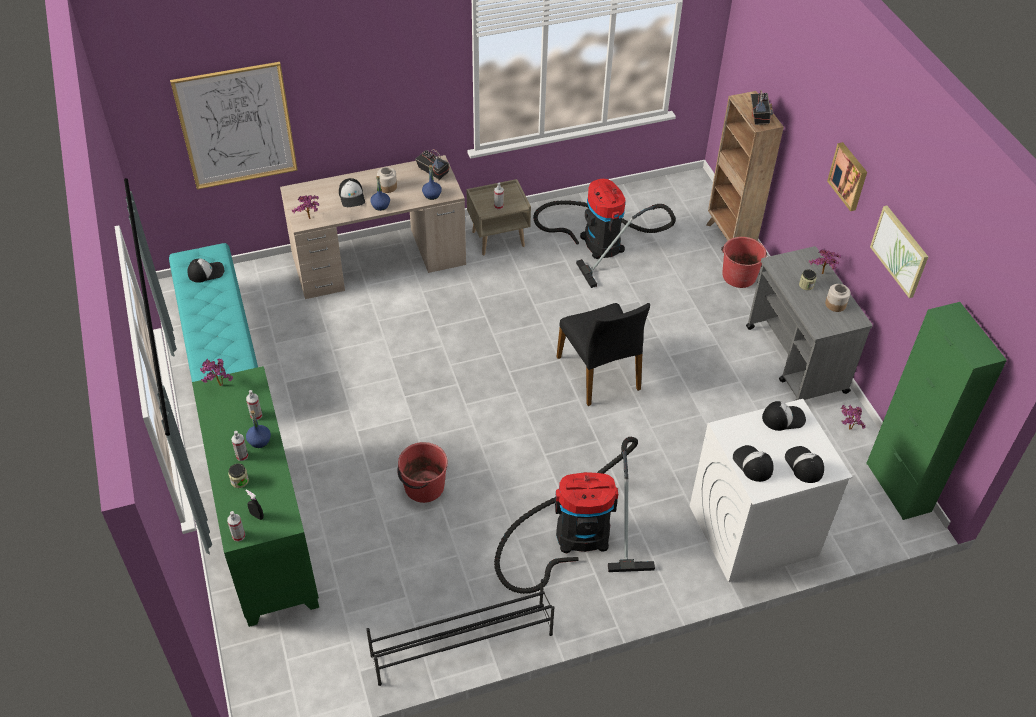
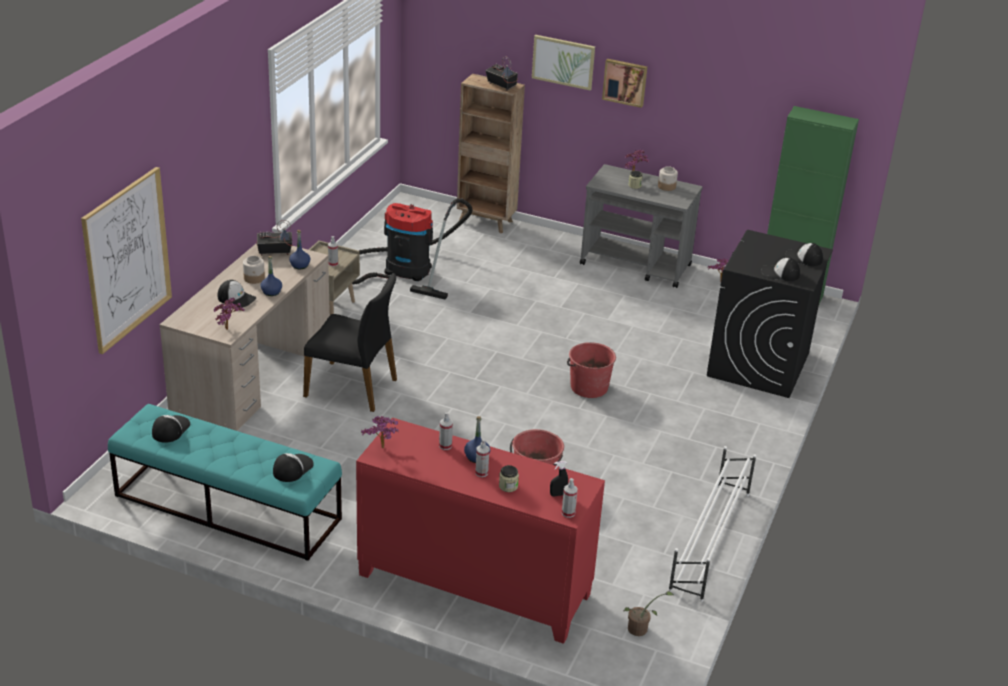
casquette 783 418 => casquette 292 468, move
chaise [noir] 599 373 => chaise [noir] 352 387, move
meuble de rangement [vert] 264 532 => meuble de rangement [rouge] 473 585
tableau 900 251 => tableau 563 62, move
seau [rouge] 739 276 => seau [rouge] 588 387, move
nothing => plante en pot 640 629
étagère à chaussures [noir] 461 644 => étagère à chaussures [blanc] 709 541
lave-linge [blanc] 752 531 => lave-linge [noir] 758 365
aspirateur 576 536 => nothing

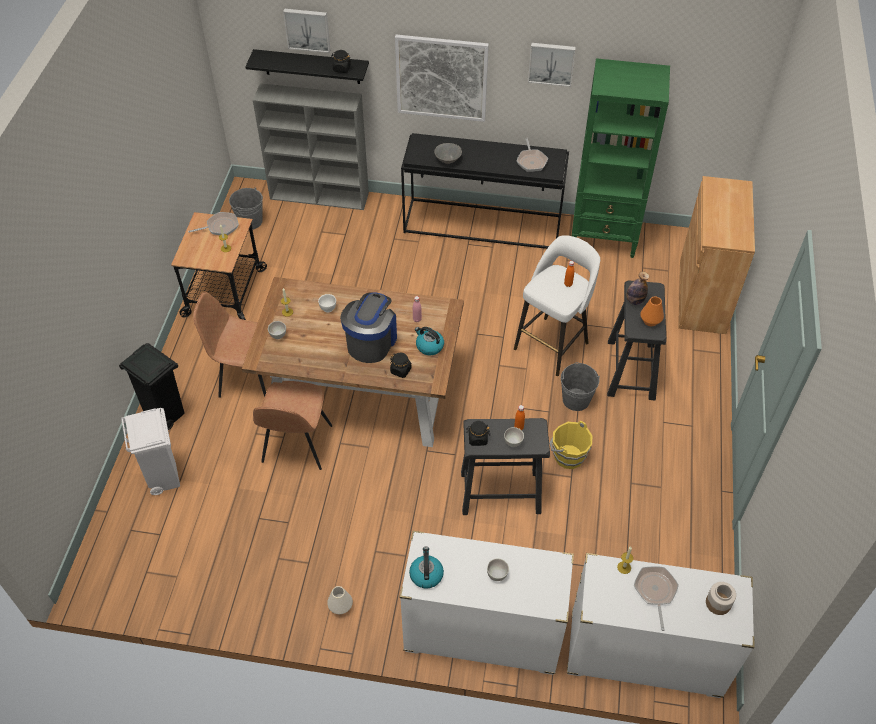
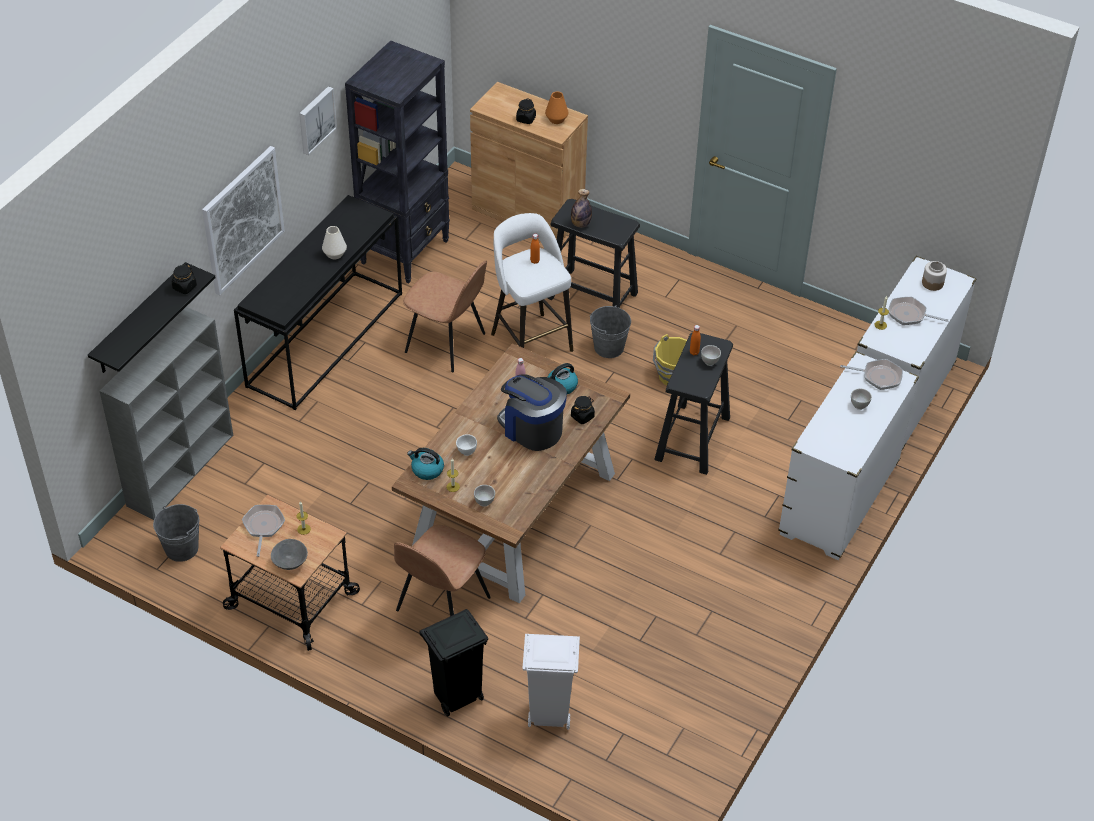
bol [gris] 448 160 => bol [gris] 290 562, move
vase [blanc] 340 606 => vase [blanc] 335 254, move
bibliothèque [vert] 604 237 => bibliothèque [noir] 405 251
chaise [marron] 296 445 => chaise [marron] 447 344, move
bouilloire 426 574 => bouilloire 427 470, move
bocal [noir] 477 439 => bocal [noir] 526 119, move
vase [orange] 650 320 => vase [orange] 556 119, move
poêle 531 161 => poêle 878 376, move
tableau 307 29 => nothing

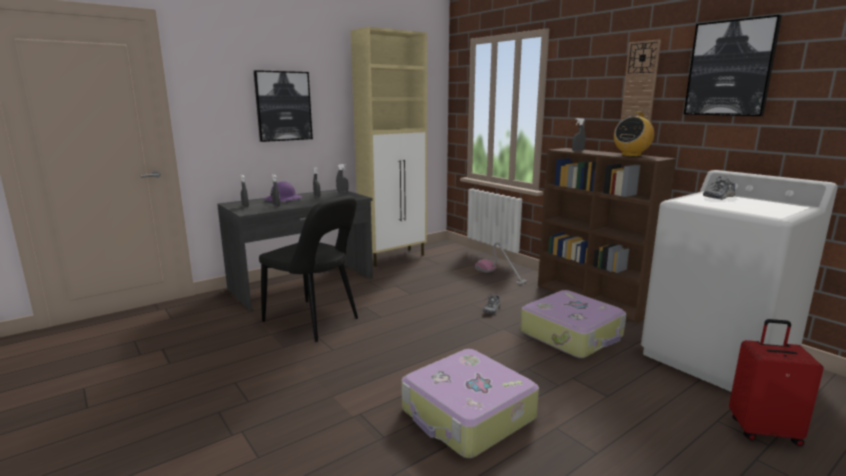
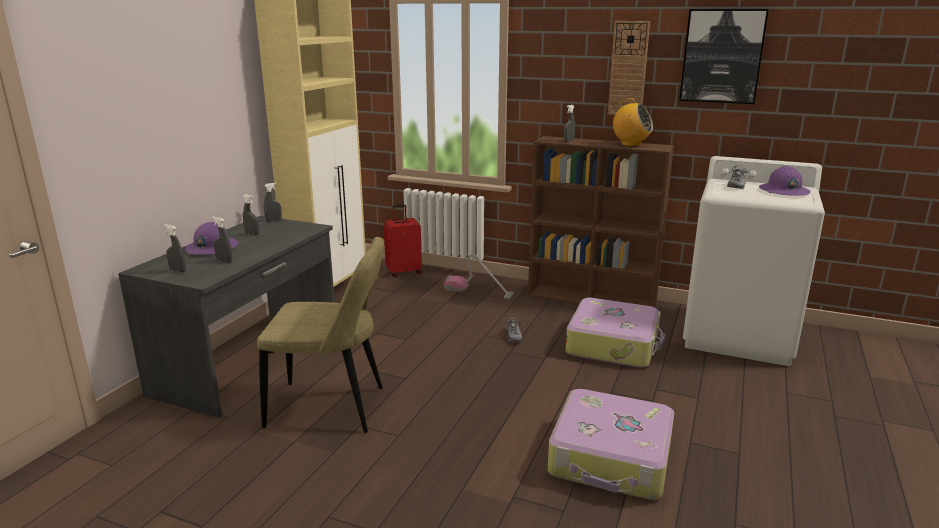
chaise [noir] 314 321 => chaise [beige] 332 408
valise [rouge] 763 430 => valise [rouge] 404 272, move
radio 631 155 => radio 630 144, 75 degrees counterclockwise
nothing => casque de chantier [violet] 783 191
tableau 283 106 => nothing

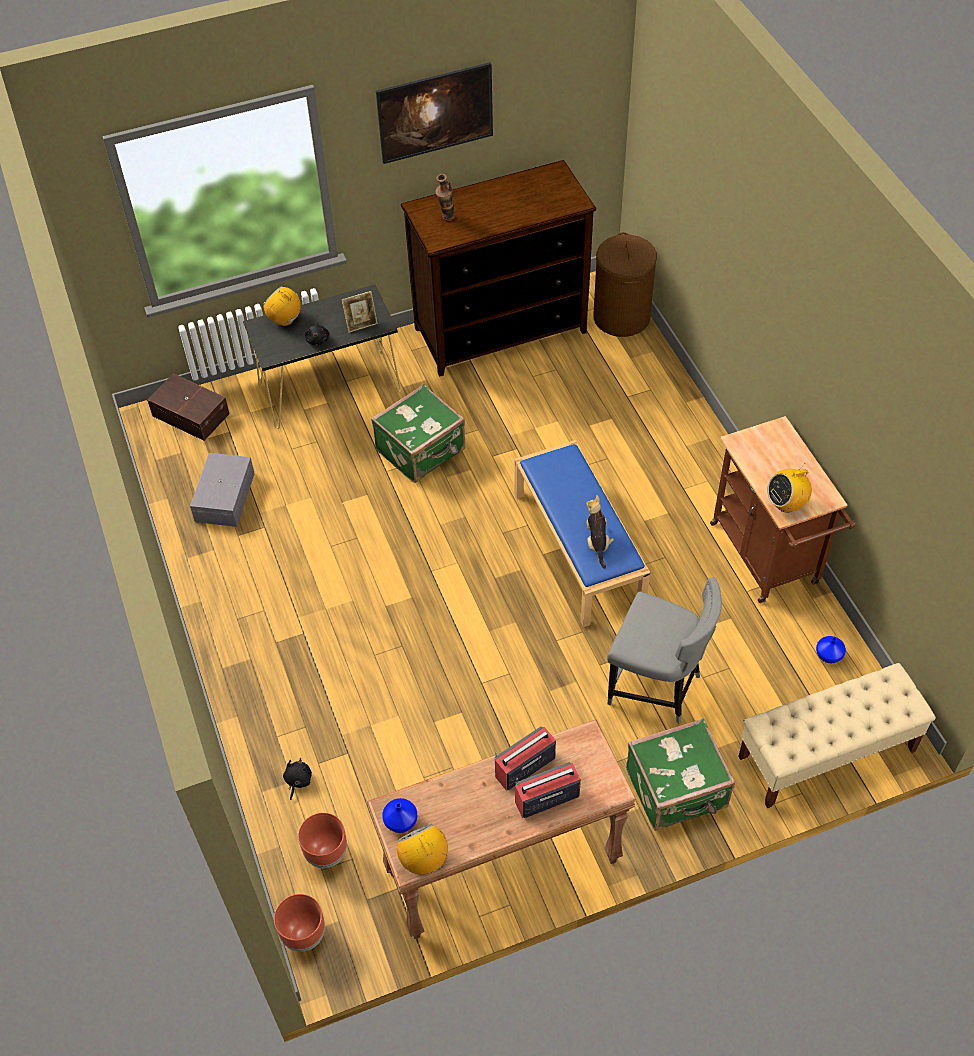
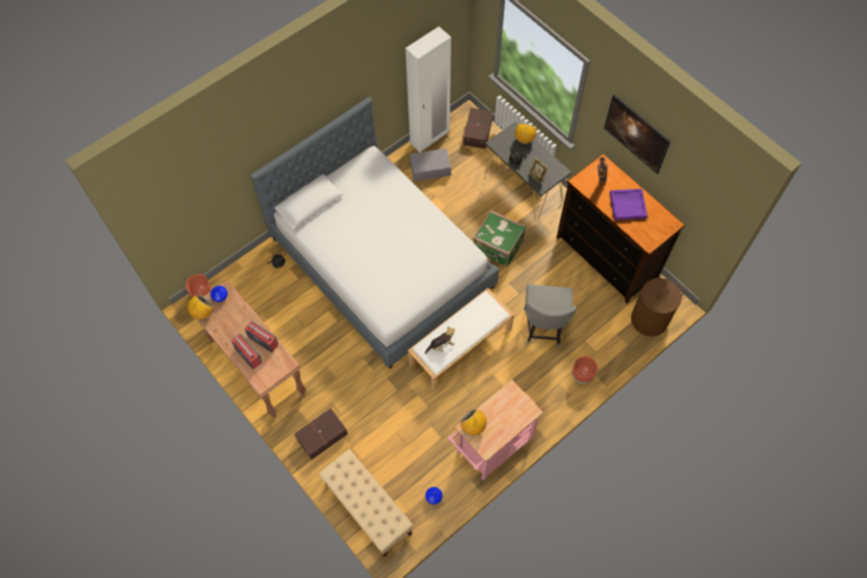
nothing => lit 382 262
valise [vert] 677 790 => boîte de rangement [marron] 322 436
nothing => armoire [blanc] 430 138
banc [bleu] 577 547 => banc [blanc] 461 345
chariot [marron] 768 559 => chariot [rose] 490 449
chaise [gris] 656 687 => chaise [gris] 543 329, move
cache-pot [marron] 326 853 => cache-pot [marron] 582 375, move
nothing => plateau [violet] 628 205

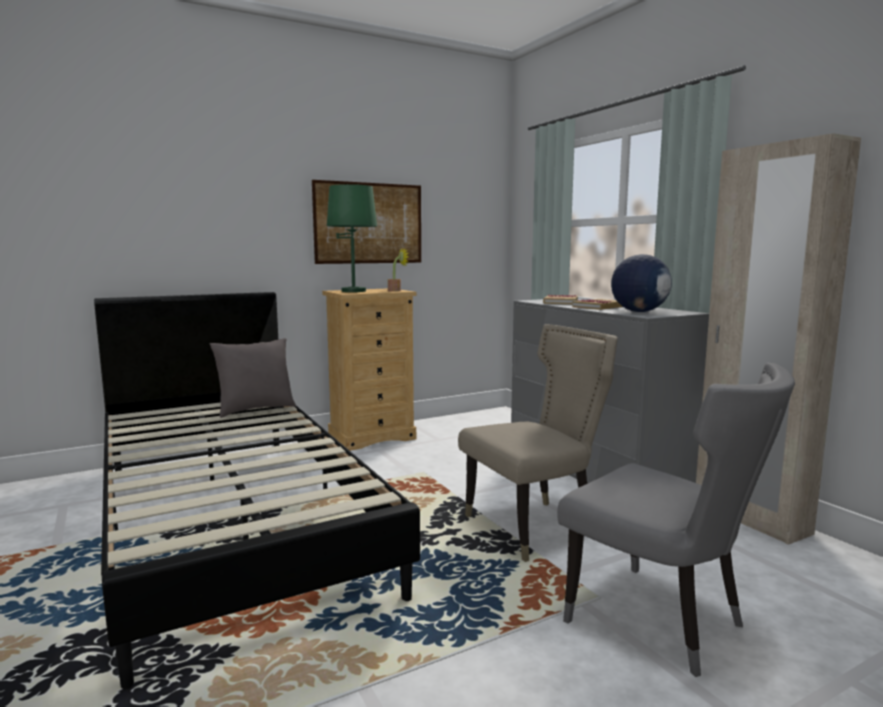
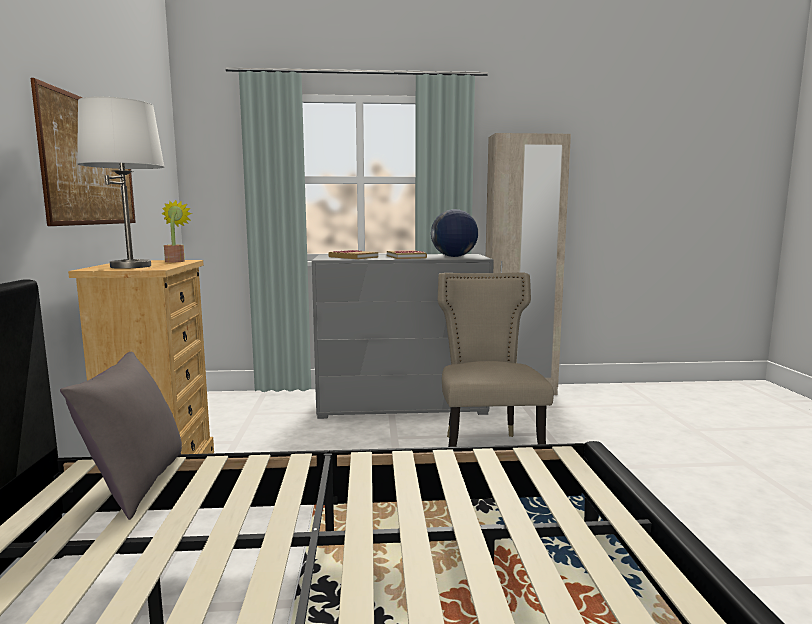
lampe de table [vert] 353 291 => lampe de table [blanc] 130 266
chaise [gris] 662 622 => nothing

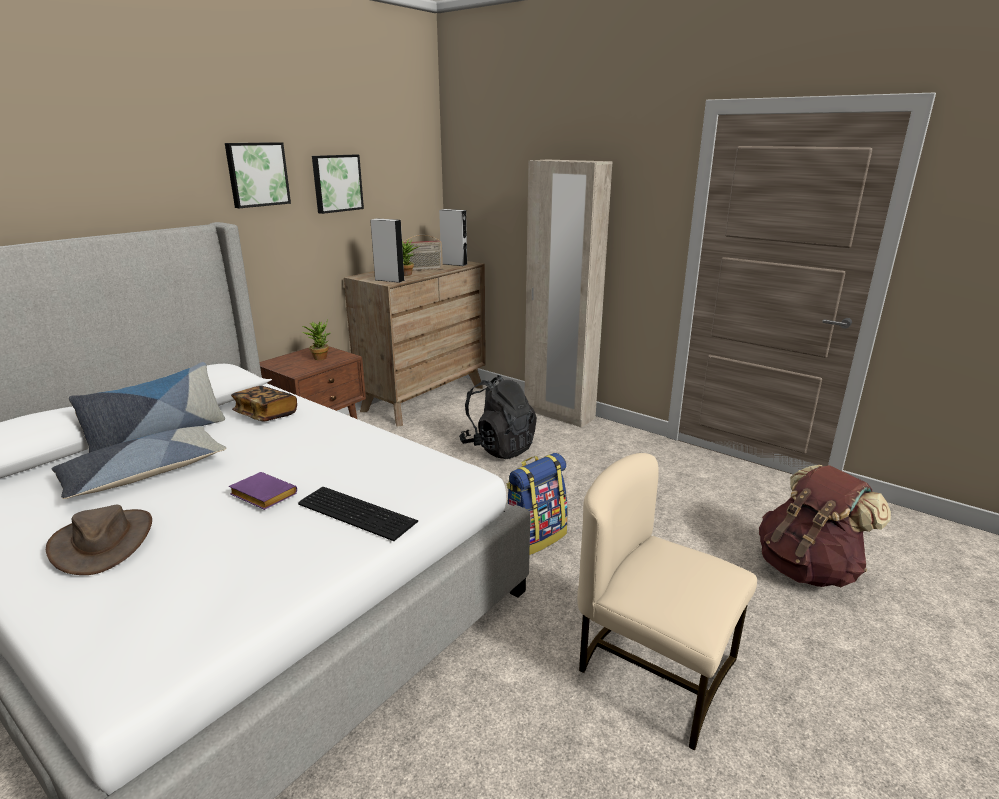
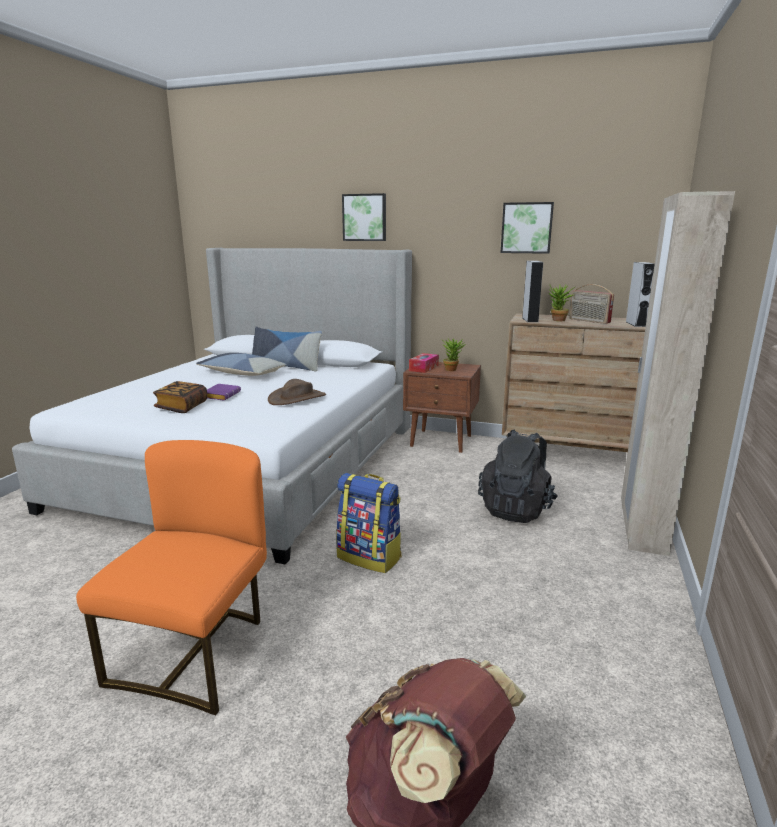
chaise [beige] 654 670 => chaise [orange] 195 653
livre 266 415 => livre 182 407, move
chapeau [marron] 103 542 => chapeau [marron] 297 398, move
tableau 257 174 => tableau 365 217, move
nothing => boîte à mouchoirs 423 368
clavier 357 511 => nothing

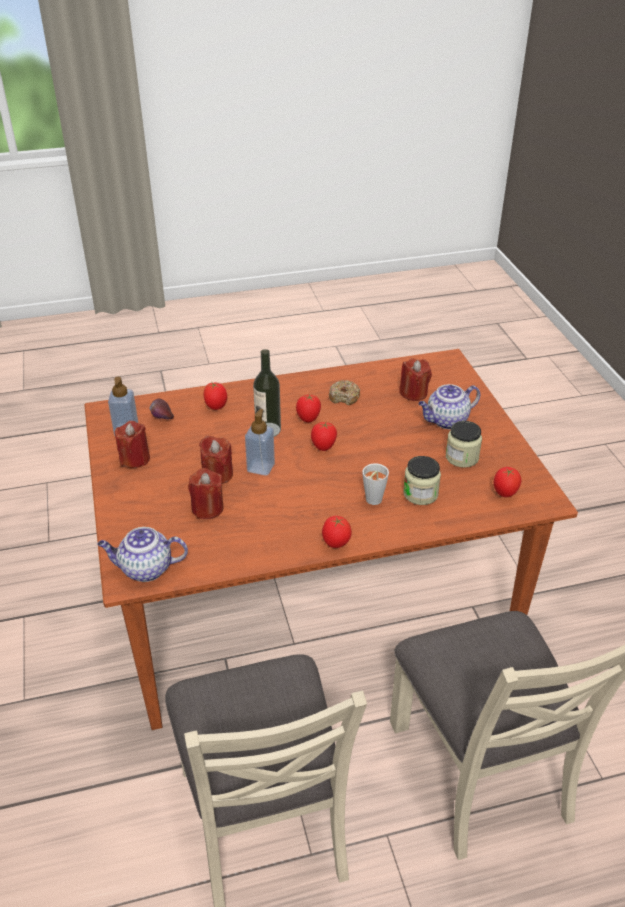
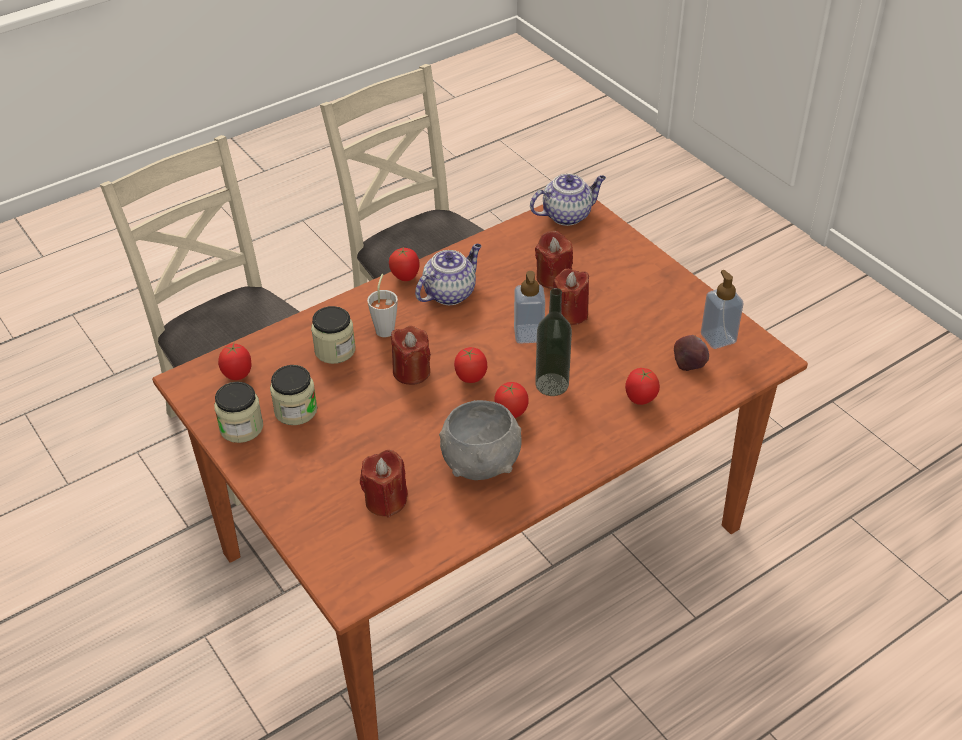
nothing => bocal 241 427
bougie [rouge] 135 459 => bougie [rouge] 411 371, move
théière 446 421 => théière 450 293, move
beignet 344 397 => bol [gris] 481 464

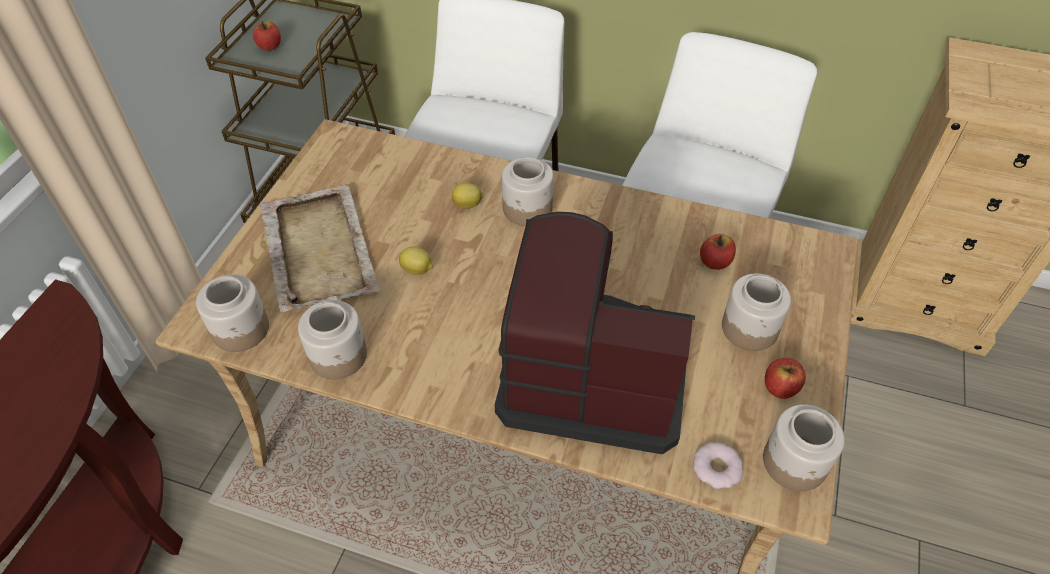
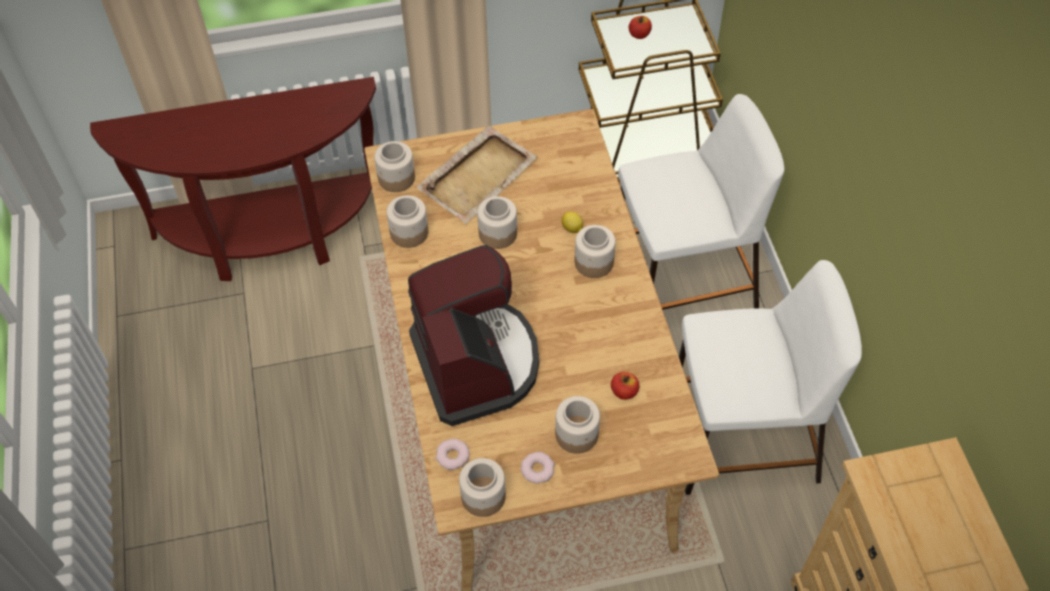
citron 417 270 => bocal 497 233
pomme 780 387 => beignet 537 469

